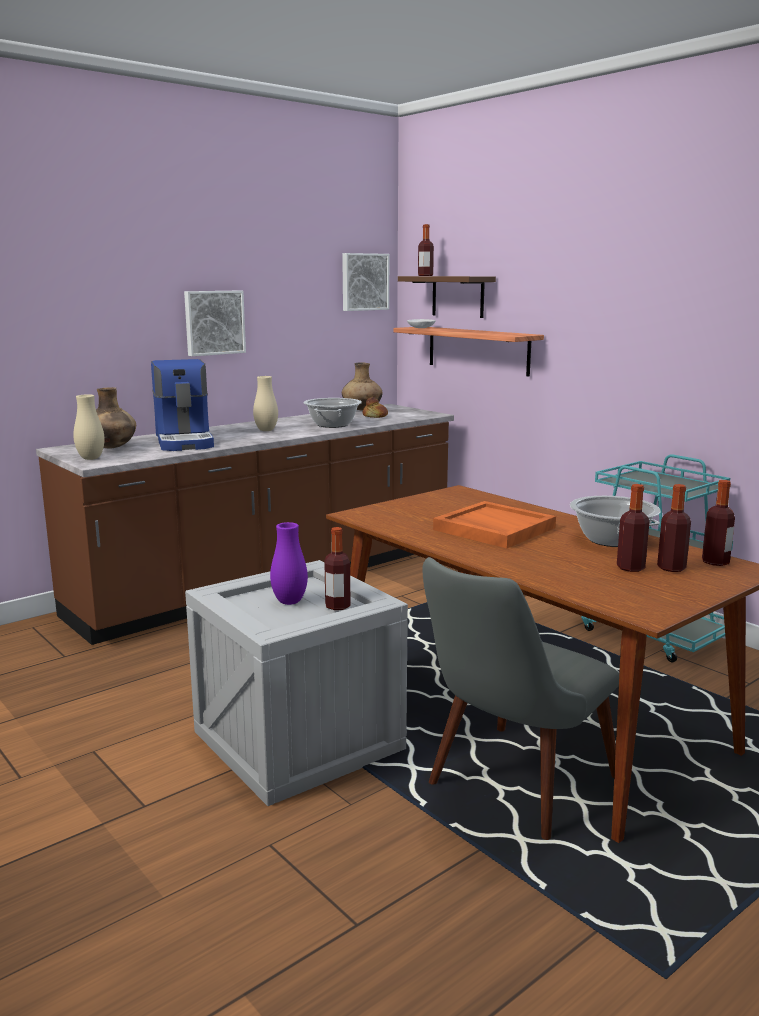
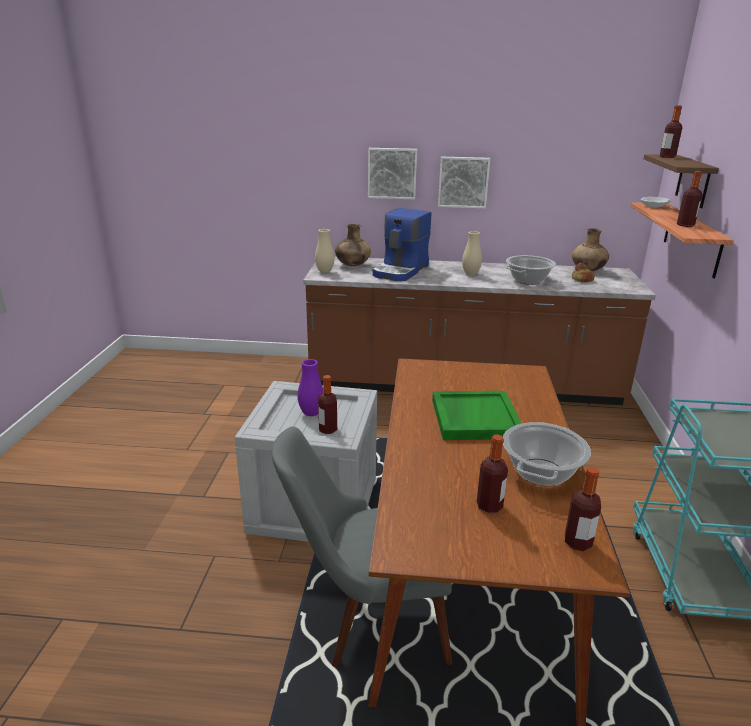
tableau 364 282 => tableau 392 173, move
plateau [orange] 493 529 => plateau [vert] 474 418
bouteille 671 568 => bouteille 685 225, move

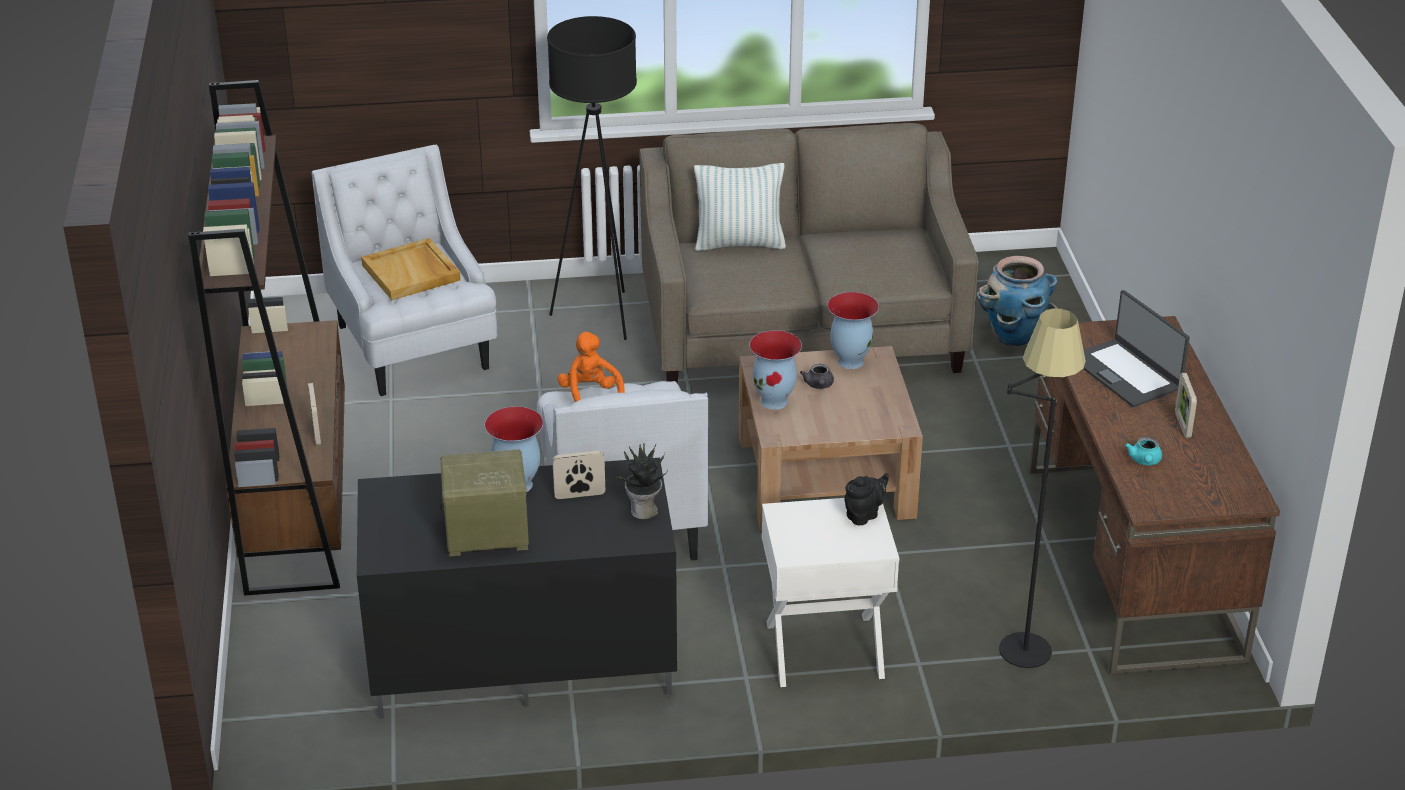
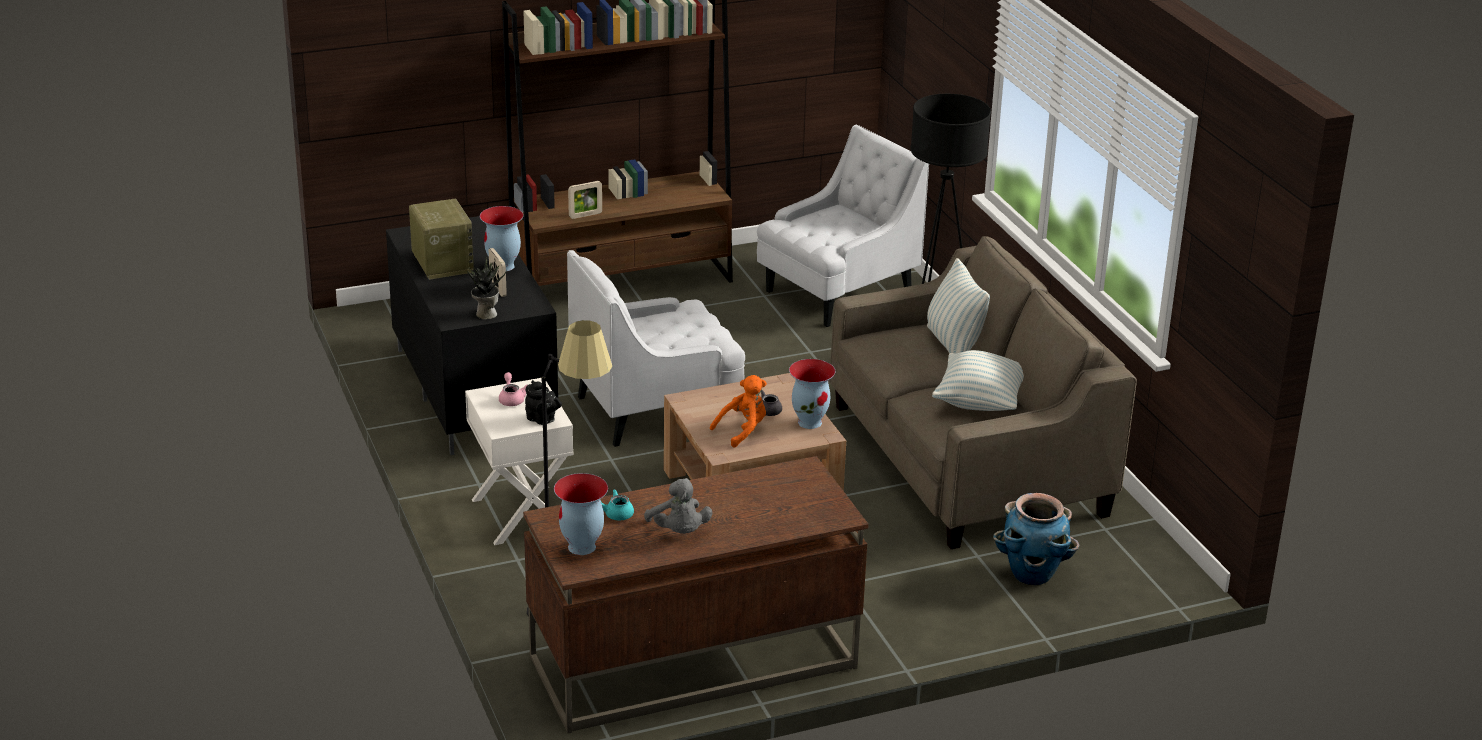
nothing => théière [rose] 511 399
vase 775 401 => vase 582 547, move
cadre photo 1182 425 => peluche [gris] 679 532
peluche [orange] 590 396 => peluche [orange] 743 431, move
nothing => coussin 980 402
plateau [beige] 412 273 => nothing
ordinateur portable 1126 373 => nothing

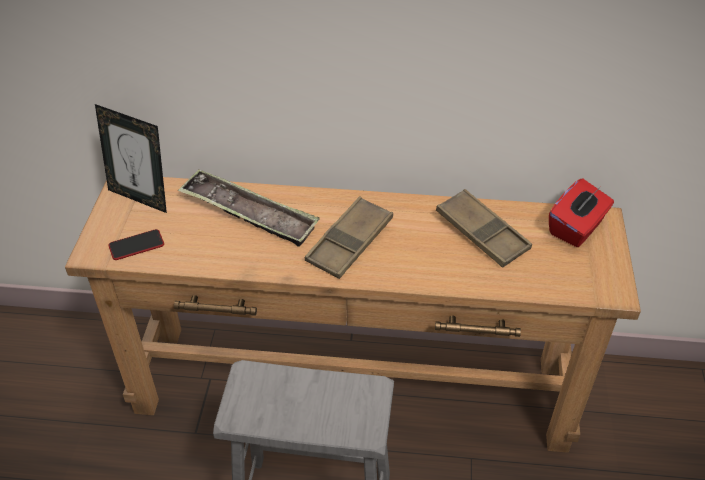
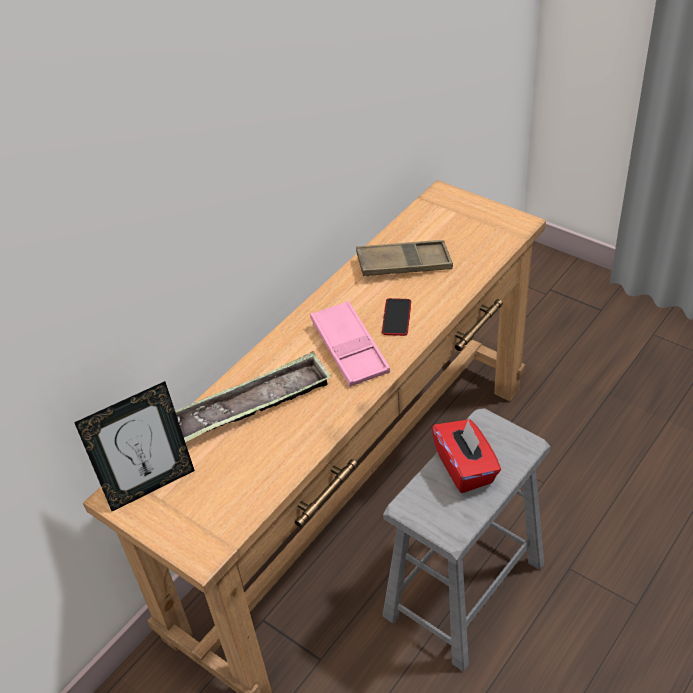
plateau [marron] 349 242 => plateau [rose] 349 349
téléphone 136 245 => téléphone 396 318, move
boîte à mouchoirs [rouge] 576 228 => boîte à mouchoirs [rouge] 465 468, move

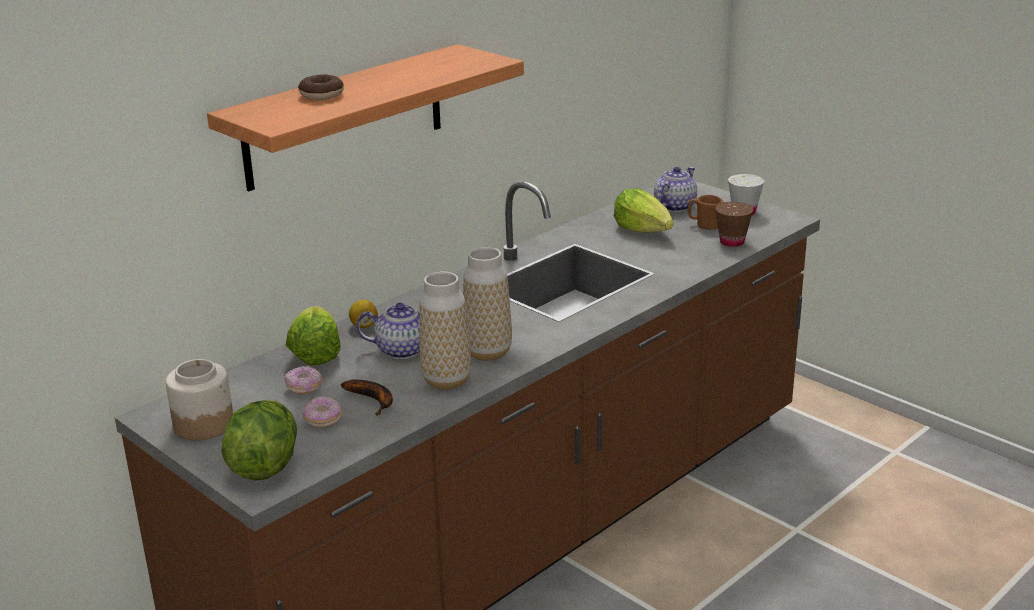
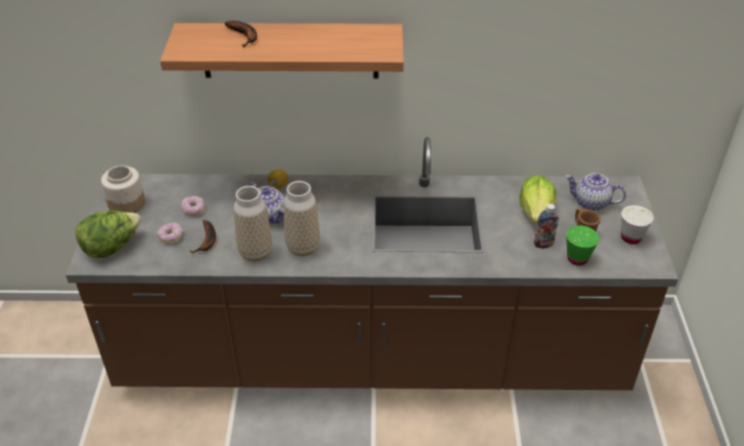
beignet 321 95 => banane 245 36
nothing => bouteille 543 244
théière 674 206 => théière 591 203, 150 degrees counterclockwise
tasse [marron] 732 242 => tasse [vert] 577 258
laitue 315 353 => nothing

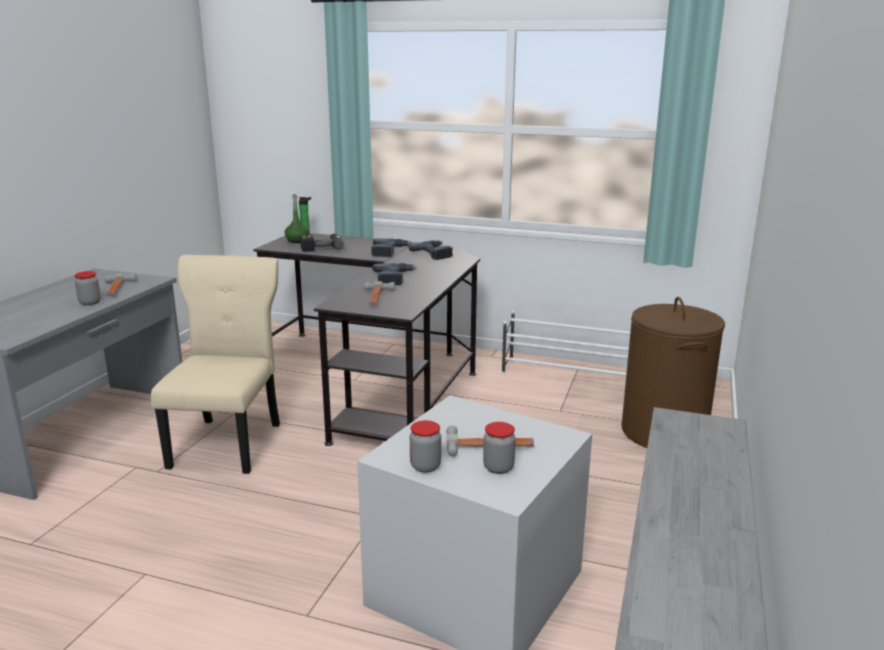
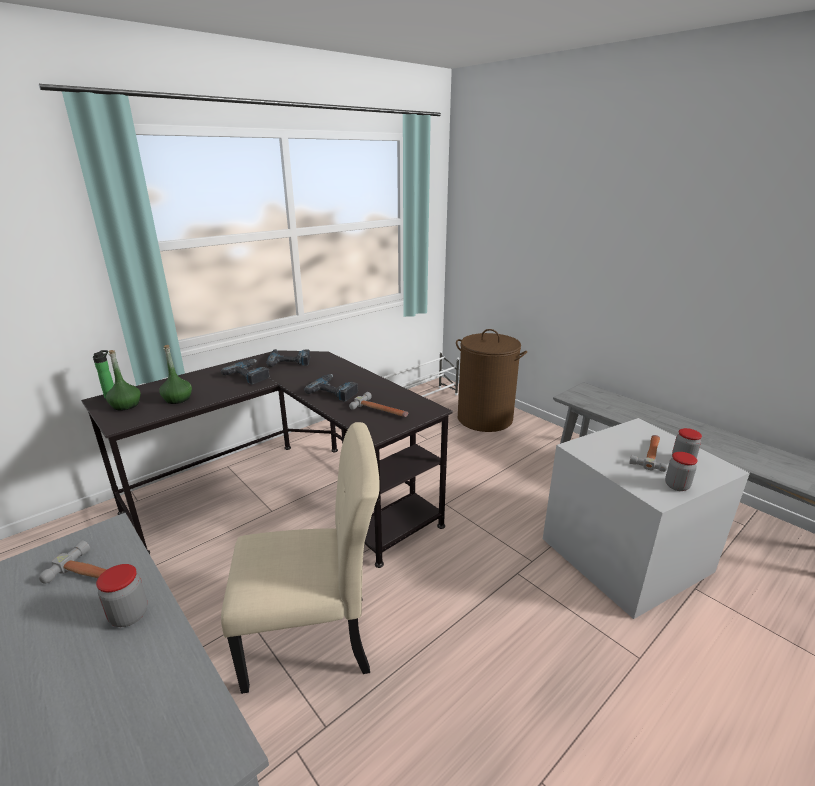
perceuse 321 247 => bouteille [vert] 178 399
chaise [beige] 229 443 => chaise [beige] 314 639, 135 degrees clockwise

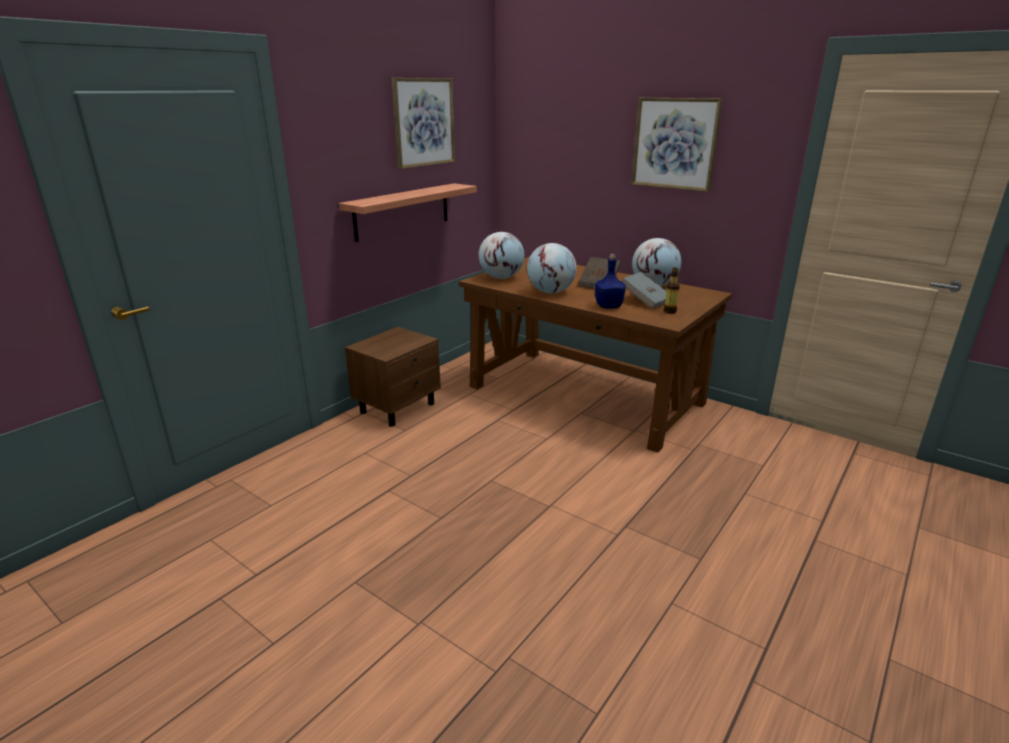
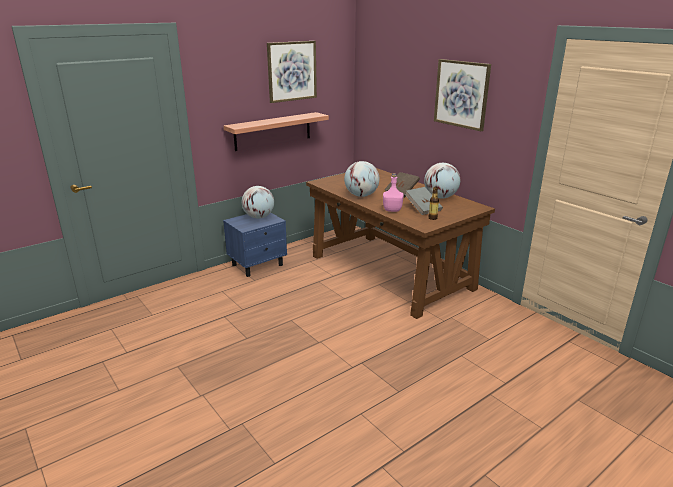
table de chevet [marron] 398 407 => table de chevet [bleu] 258 265
globe 501 277 => globe 259 217, move
bouteille [bleu] 609 306 => bouteille [rose] 392 210

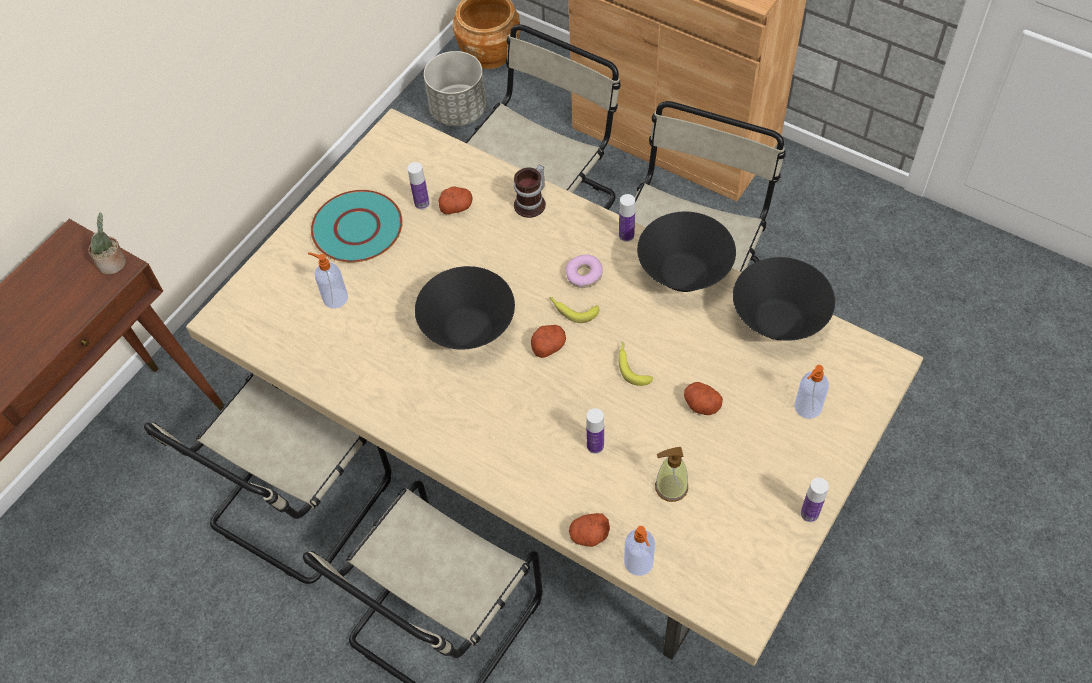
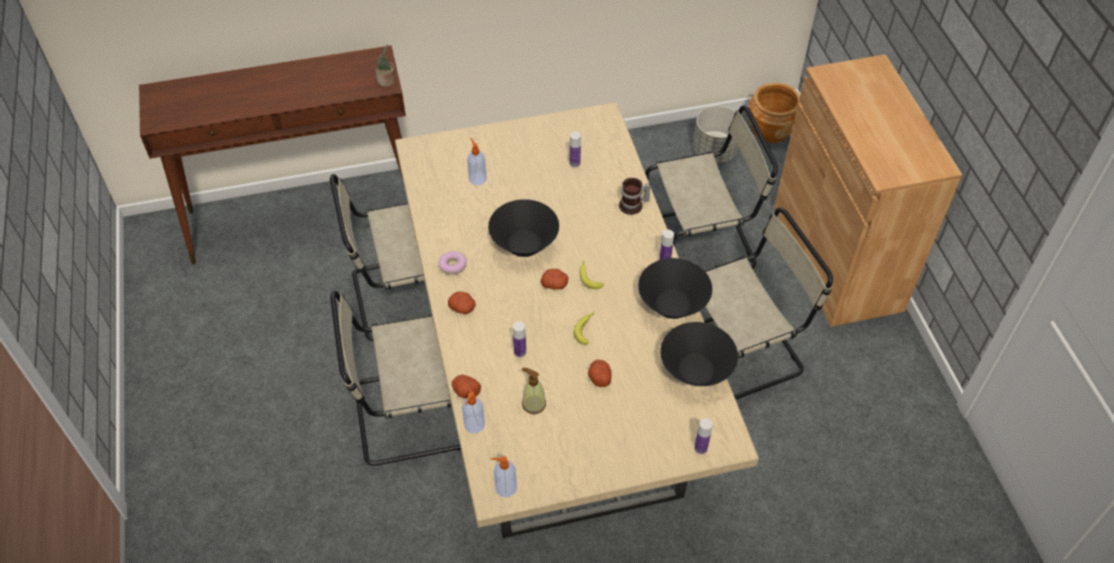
beignet 584 275 => beignet 453 266, move
pomme de terre 456 206 => pomme de terre 463 308, move
distributeur de savon 807 408 => distributeur de savon 505 487, move
bouteille 809 514 => bouteille 700 448, move
assiette [turquoise] 358 228 => nothing

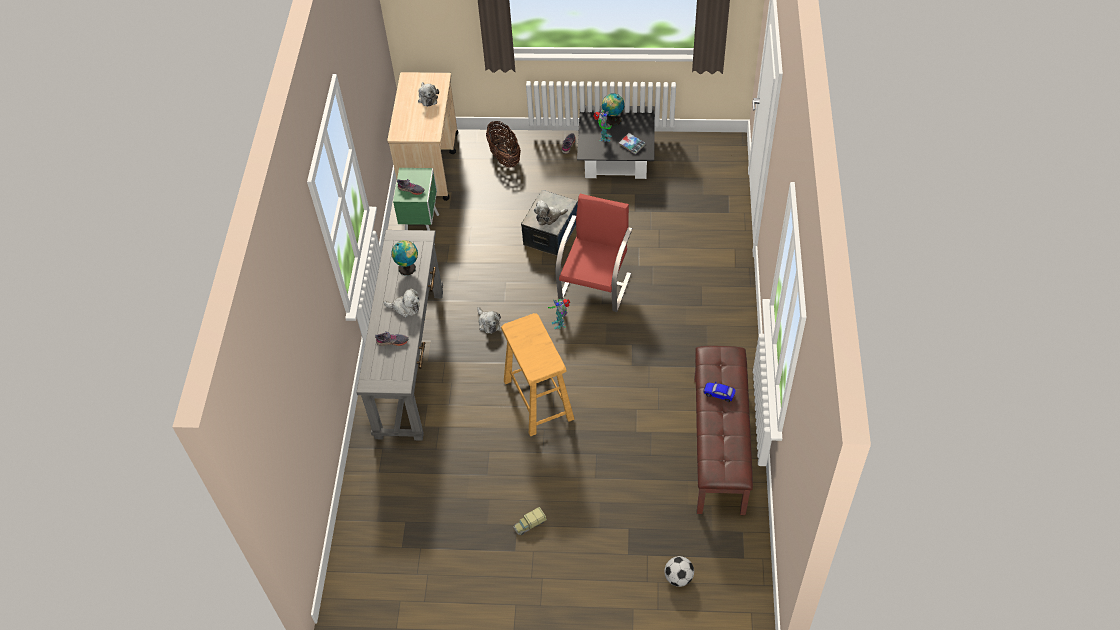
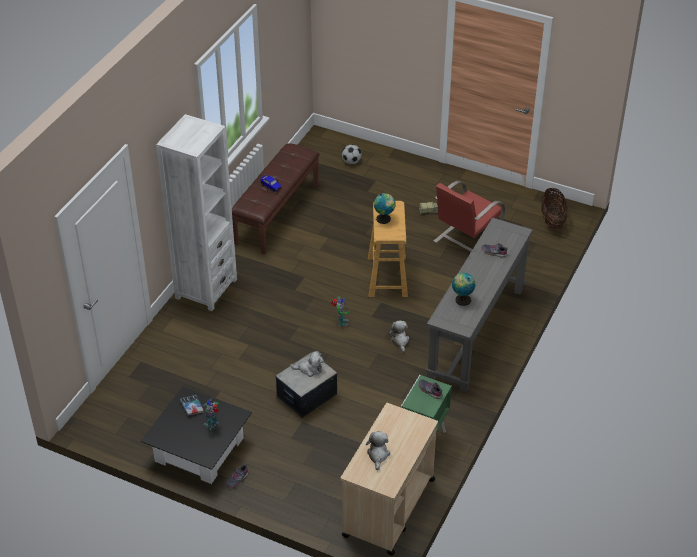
nothing => bibliothèque [blanc] 206 288
globe 612 120 => globe 384 219, move
chaise [rouge] 595 285 => chaise [rouge] 465 242, move
panier 504 156 => panier 552 220, move
peluche 405 308 => nothing

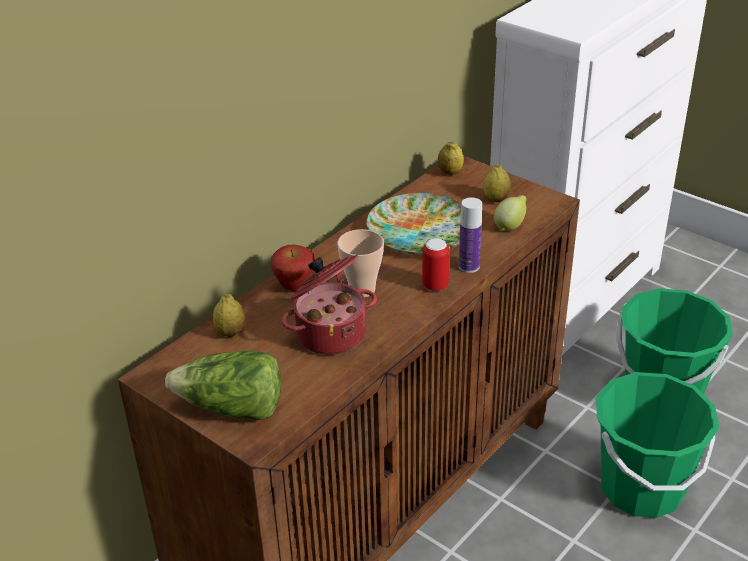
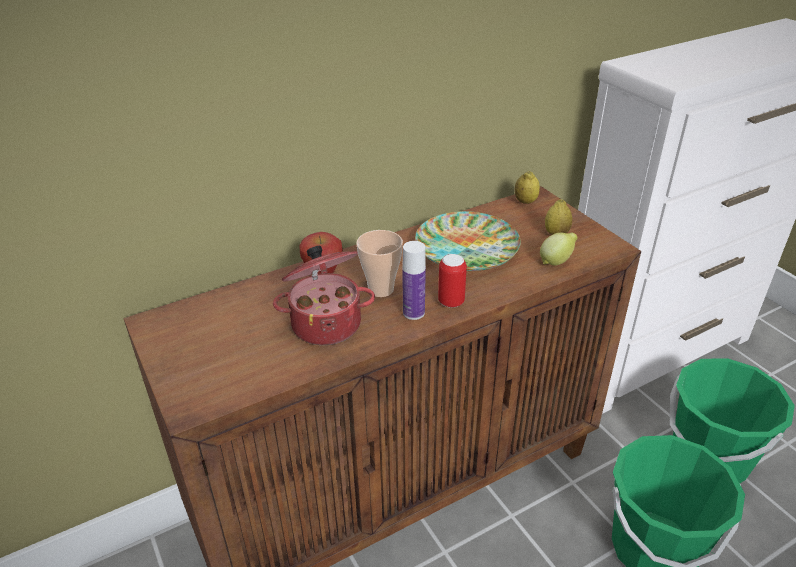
bouteille 469 266 => bouteille 413 312, move
laitue 232 408 => nothing
citron 230 332 => nothing

